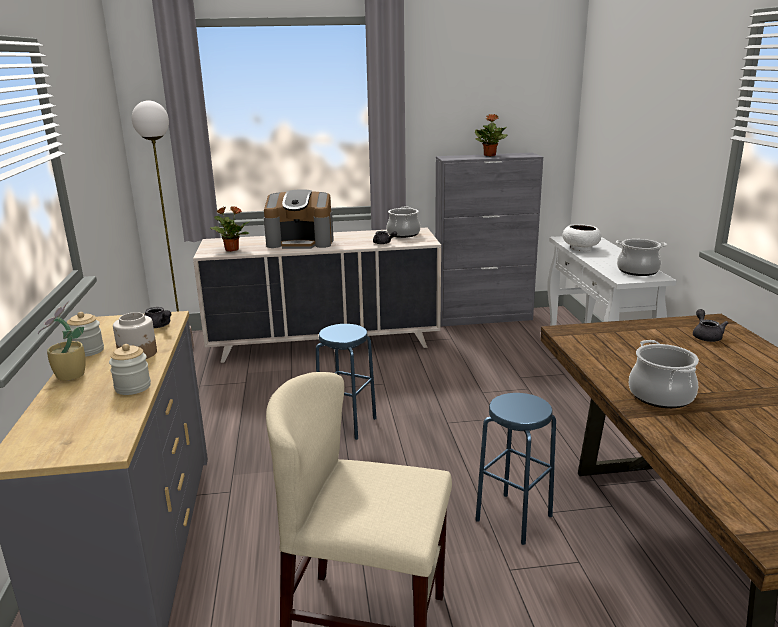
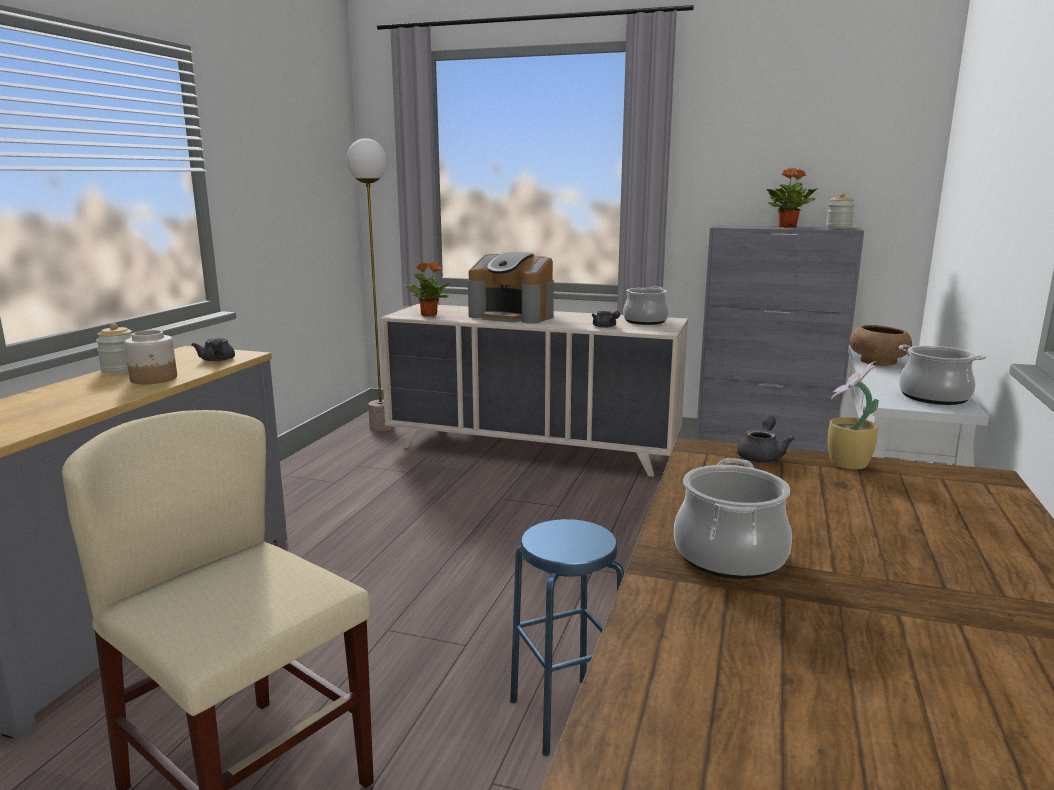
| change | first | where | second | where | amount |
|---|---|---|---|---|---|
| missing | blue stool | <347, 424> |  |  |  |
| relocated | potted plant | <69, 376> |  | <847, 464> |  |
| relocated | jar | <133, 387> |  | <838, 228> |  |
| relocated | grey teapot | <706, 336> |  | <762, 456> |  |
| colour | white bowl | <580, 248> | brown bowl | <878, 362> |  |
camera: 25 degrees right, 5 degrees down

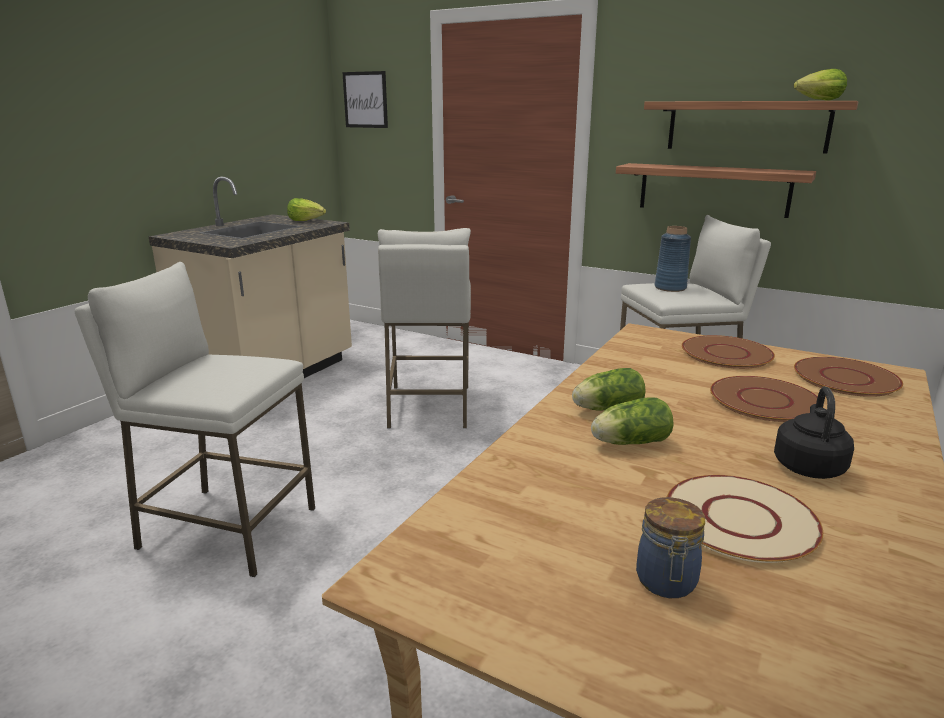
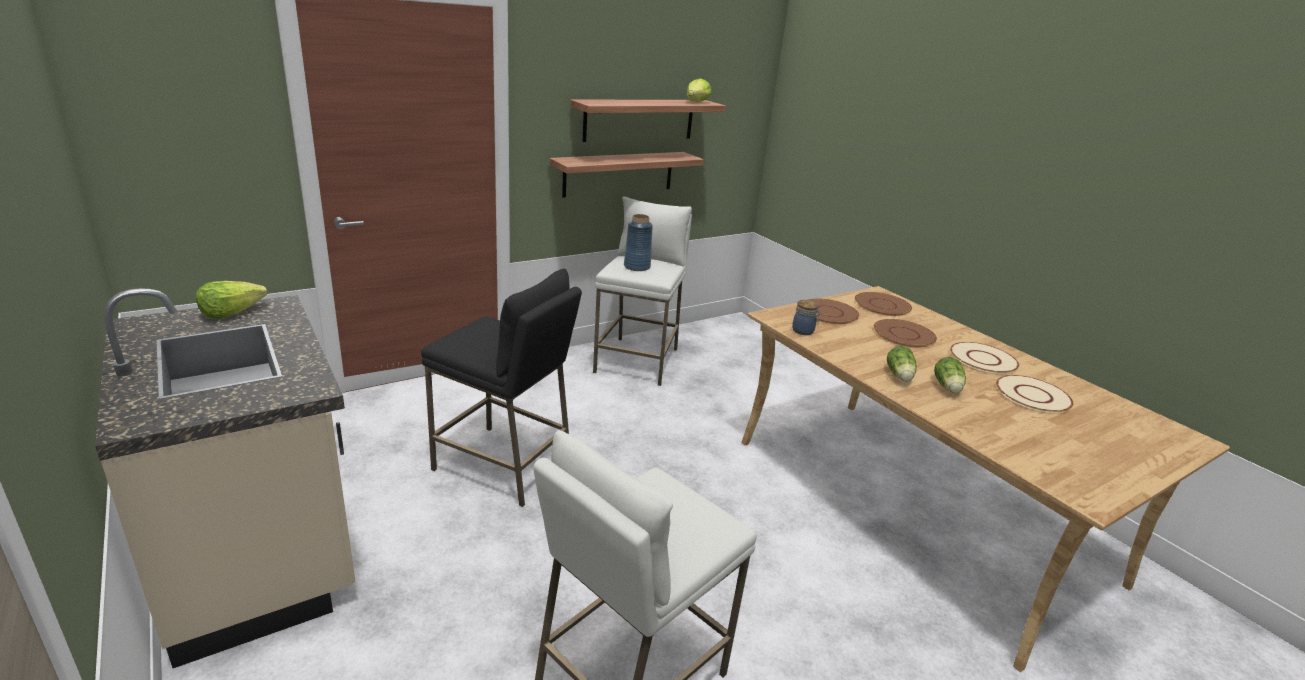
| change | first | where | second | where | amount |
|---|---|---|---|---|---|
| missing | picture | <365, 100> |  |  |  |
| relocated | jar | <666, 583> |  | <803, 331> |  |
| exchanged | black kettle | <808, 465> | beige plate | <982, 359> |  |
| colour | white stool | <429, 407> | black stool | <504, 465> |  |
camera: 65 degrees left, 5 degrees up

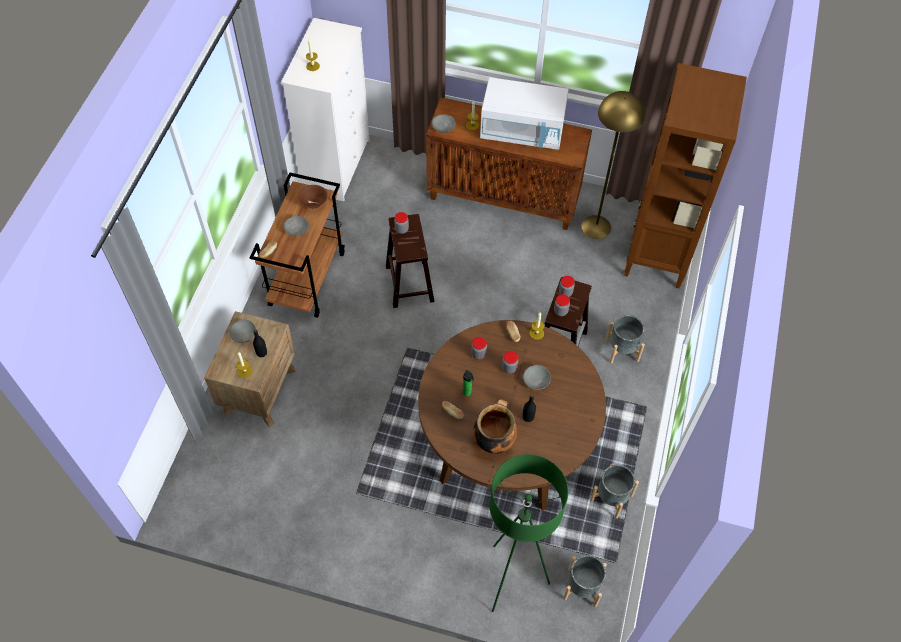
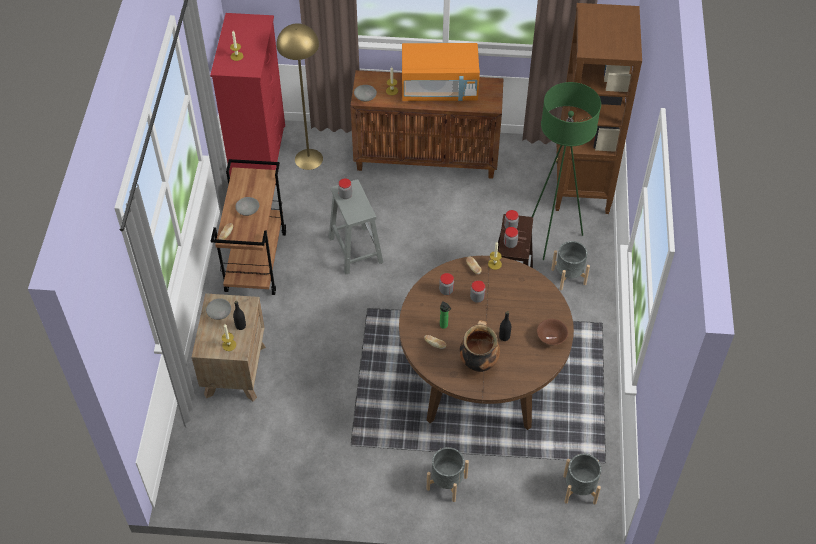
| change | first | where | second | where | amount |
|---|---|---|---|---|---|
| missing | grey bowl | <536, 380> |  |  |  |
| relocated | brown bowl | <313, 202> |  | <551, 338> |  |
| relocated | green floor lamp | <511, 579> |  | <552, 236> |  |
| relocated | yellow floor lamp | <596, 226> |  | <308, 159> |  |
| relocated | grey planter | <611, 498> |  | <447, 483> |  |
| colour | white dresser | <337, 165> | red dresser | <259, 153> |  |
| colour | brown stool | <409, 282> | grey stool | <355, 249> |  |
| colour | white microwave | <522, 131> | orange microwave | <439, 89> |  |
camera: 10 degrees left, 5 degrees down

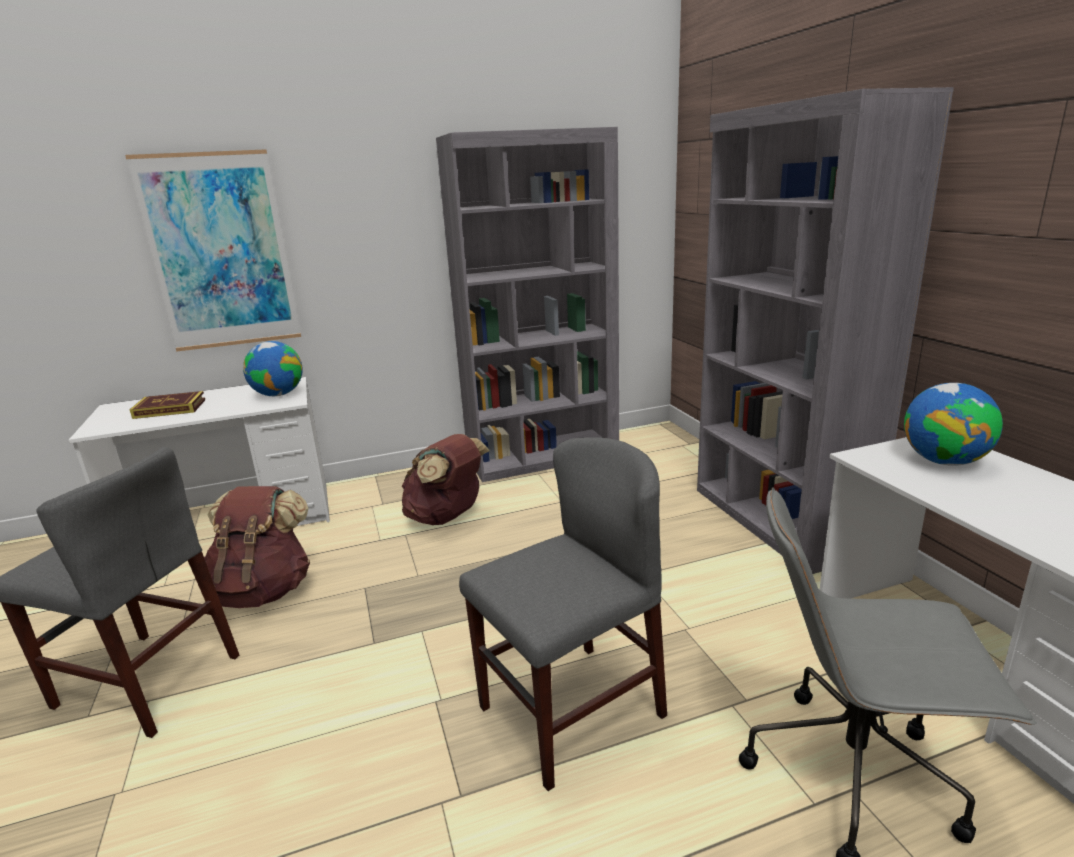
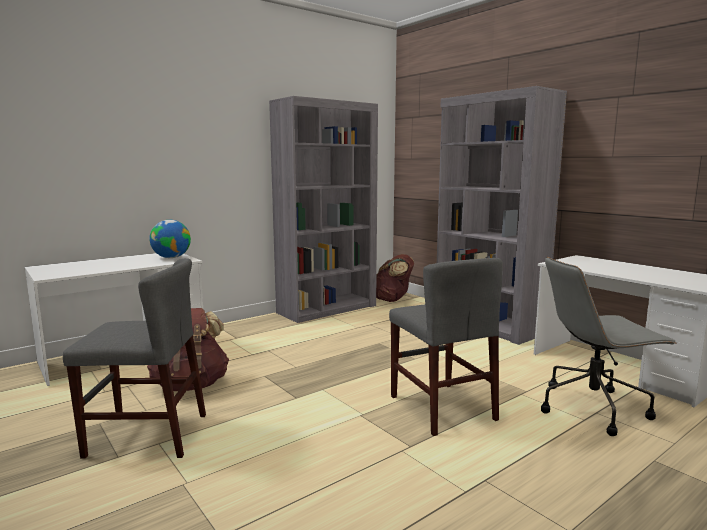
| change | first | where | second | where | amount |
|---|---|---|---|---|---|
| missing | picture | <220, 252> |  |  |  |
| missing | book | <170, 409> |  |  |  |
| missing | globe | <944, 461> |  |  |  |
| relocated | brown backpack | <447, 517> |  | <392, 300> |  |
| spun | grey chair | <571, 711> |  | <441, 407> | 120 degrees clockwise |
camera: 20 degrees left, 10 degrees down

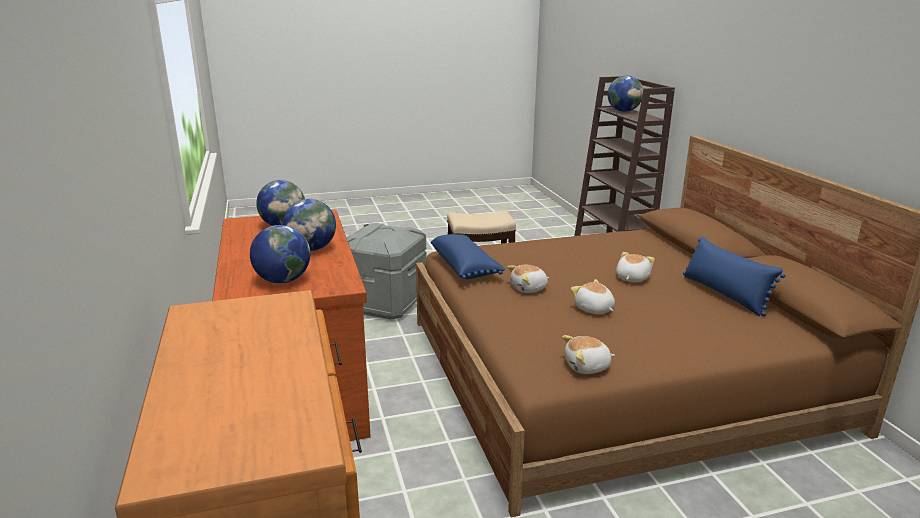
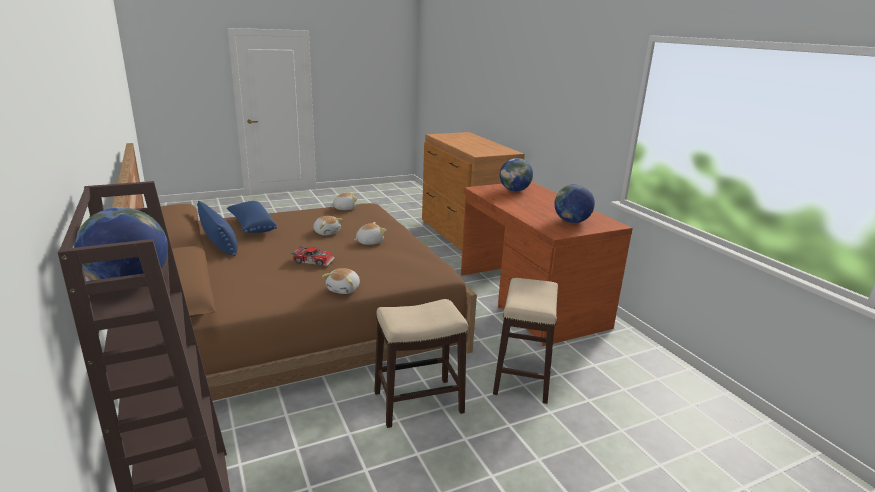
| change | first | where | second | where | amount |
|---|---|---|---|---|---|
| missing | globe | <311, 249> |  |  |  |
| appeared |  |  | toy car | <314, 260> |  |
| relocated | blue pillow | <465, 267> |  | <252, 226> |  |
| relocated | plush toy | <631, 278> |  | <344, 289> |  |
| exchanged | grey storage box | <384, 302> | stool | <522, 377> |  |
camera: 170 degrees right, 0 degrees up

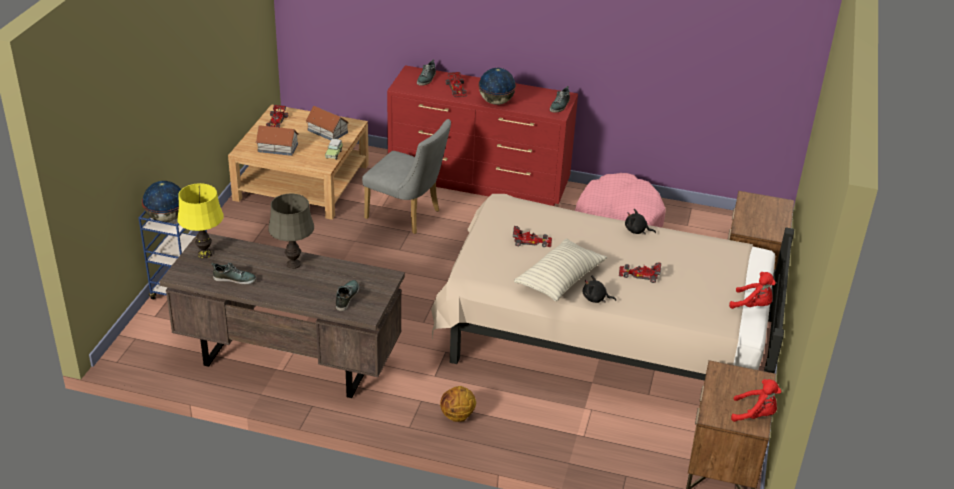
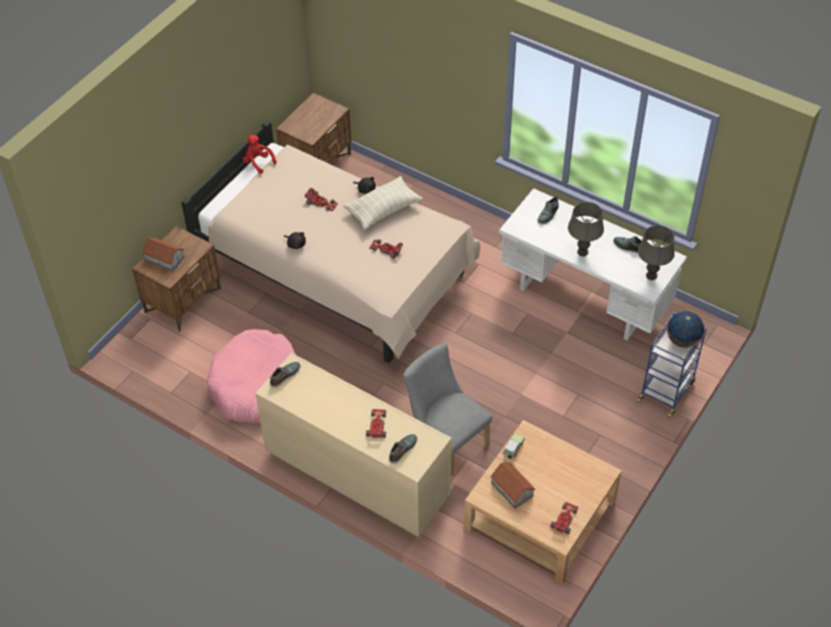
| change | first | where | second | where | amount |
|---|---|---|---|---|---|
| missing | basketball | <457, 416> |  |  |  |
| missing | globe | <496, 102> |  |  |  |
| missing | red plush toy | <755, 415> |  |  |  |
| relocated | toy house | <278, 148> |  | <164, 258> |  |
| colour | brown desk | <287, 361> | white desk | <585, 298> |  |
| colour | yellow table lamp | <204, 254> | grey table lamp | <651, 276> |  |
| colour | red dresser | <479, 182> | beige dresser | <356, 475> |  |
camera: 160 degrees left, 15 degrees up

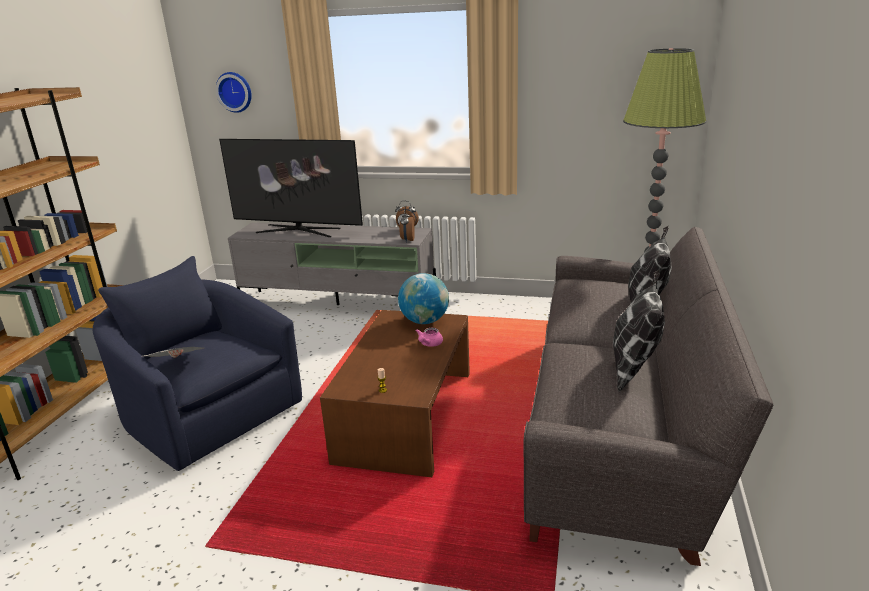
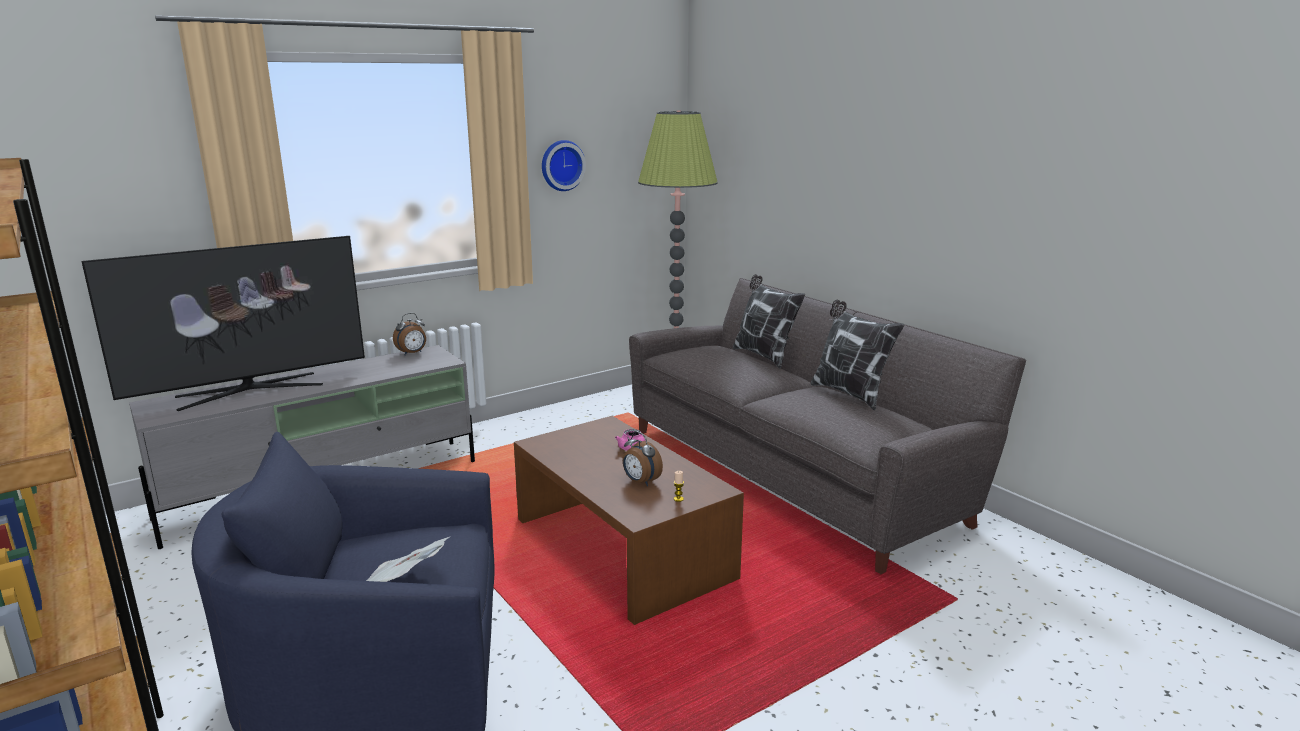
| change | first | where | second | where | amount |
|---|---|---|---|---|---|
| missing | globe | <425, 321> |  |  |  |
| relocated | wall clock | <235, 92> |  | <561, 165> |  |
| relocated | alarm clock | <407, 240> |  | <640, 482> |  |
camera: 50 degrees left, 5 degrees down

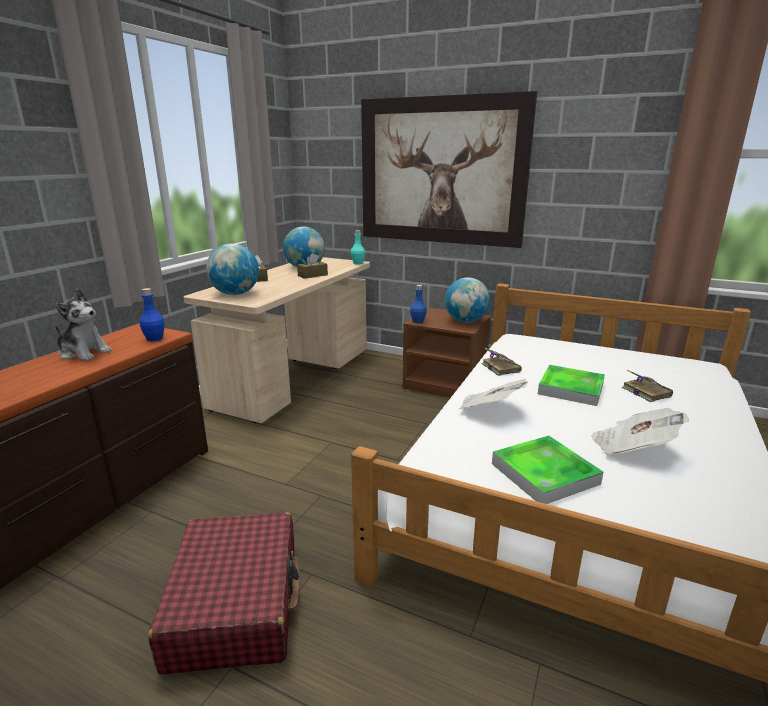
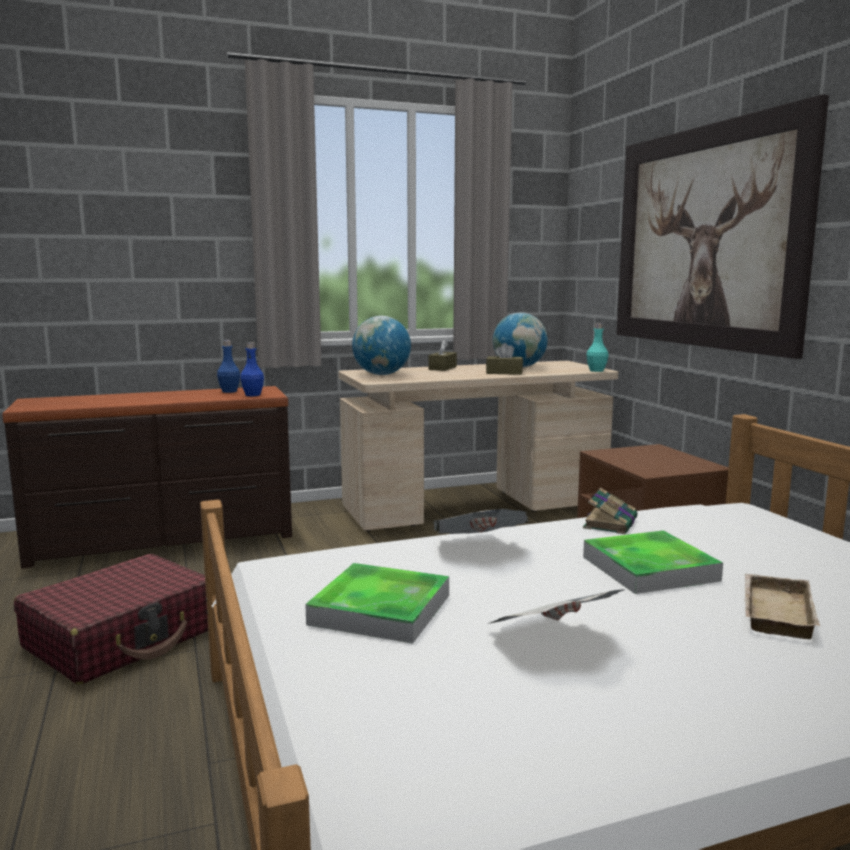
| change | first | where | second | where | amount |
|---|---|---|---|---|---|
| missing | plush toy | <84, 352> |  |  |  |
| missing | globe | <466, 321> |  |  |  |
| relocated | blue bottle | <418, 321> |  | <229, 391> |  |
| exchanged | book | <645, 392> | beige tray | <773, 611> |  |
camera: 45 degrees right, 10 degrees down

